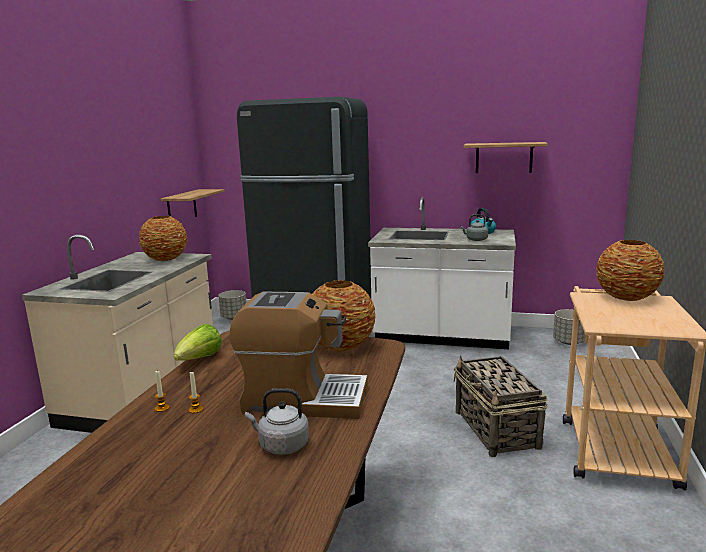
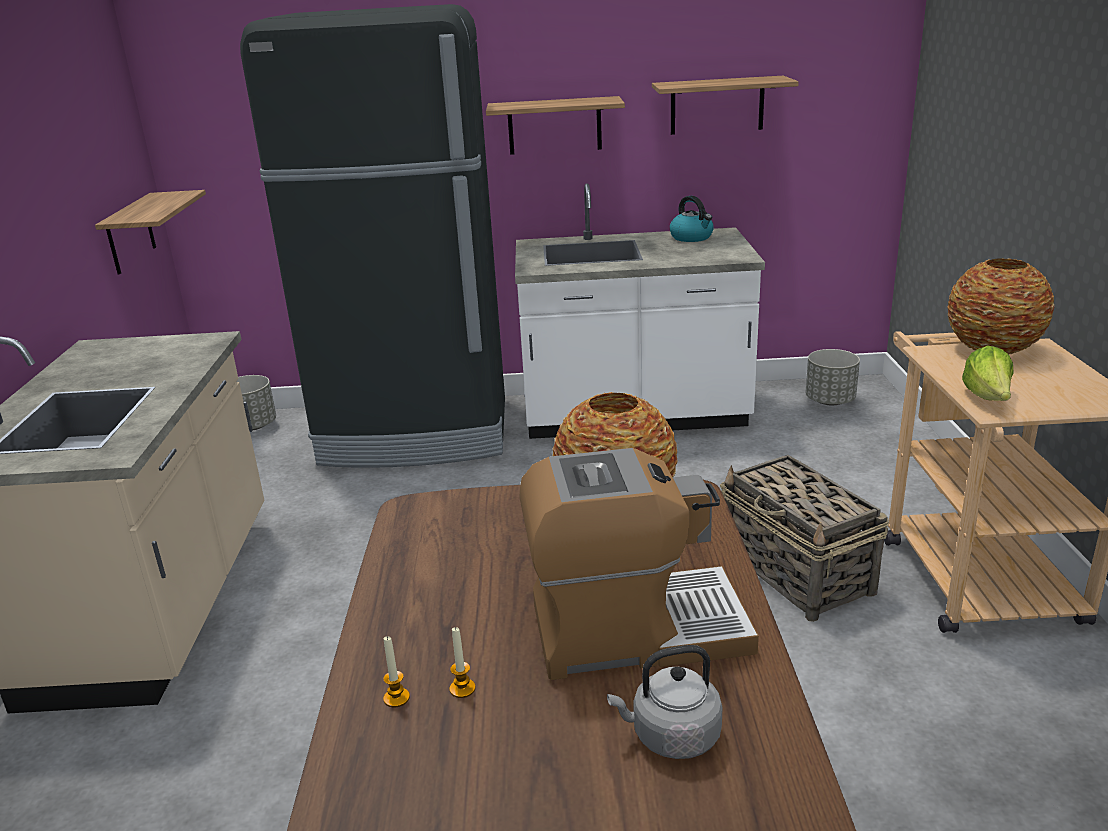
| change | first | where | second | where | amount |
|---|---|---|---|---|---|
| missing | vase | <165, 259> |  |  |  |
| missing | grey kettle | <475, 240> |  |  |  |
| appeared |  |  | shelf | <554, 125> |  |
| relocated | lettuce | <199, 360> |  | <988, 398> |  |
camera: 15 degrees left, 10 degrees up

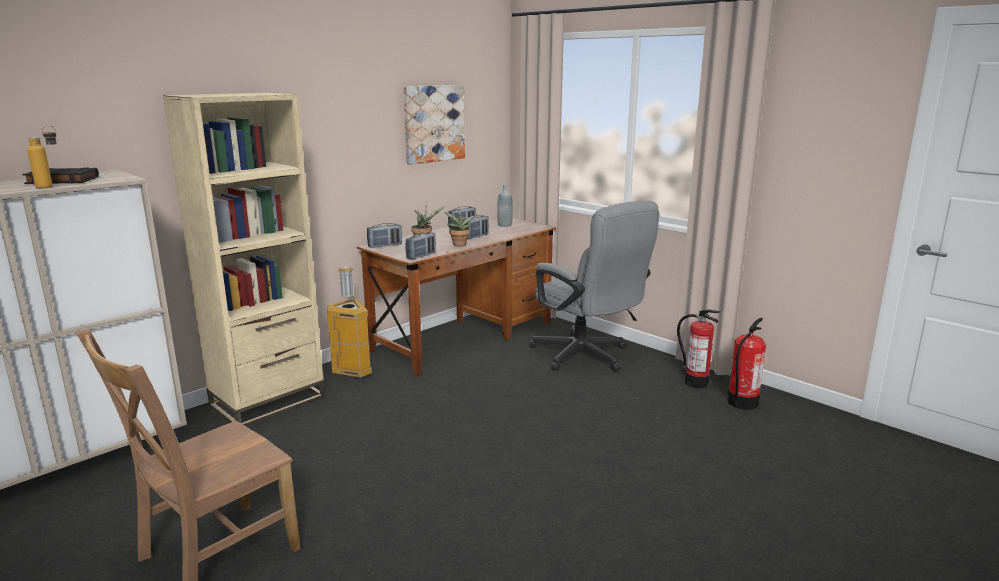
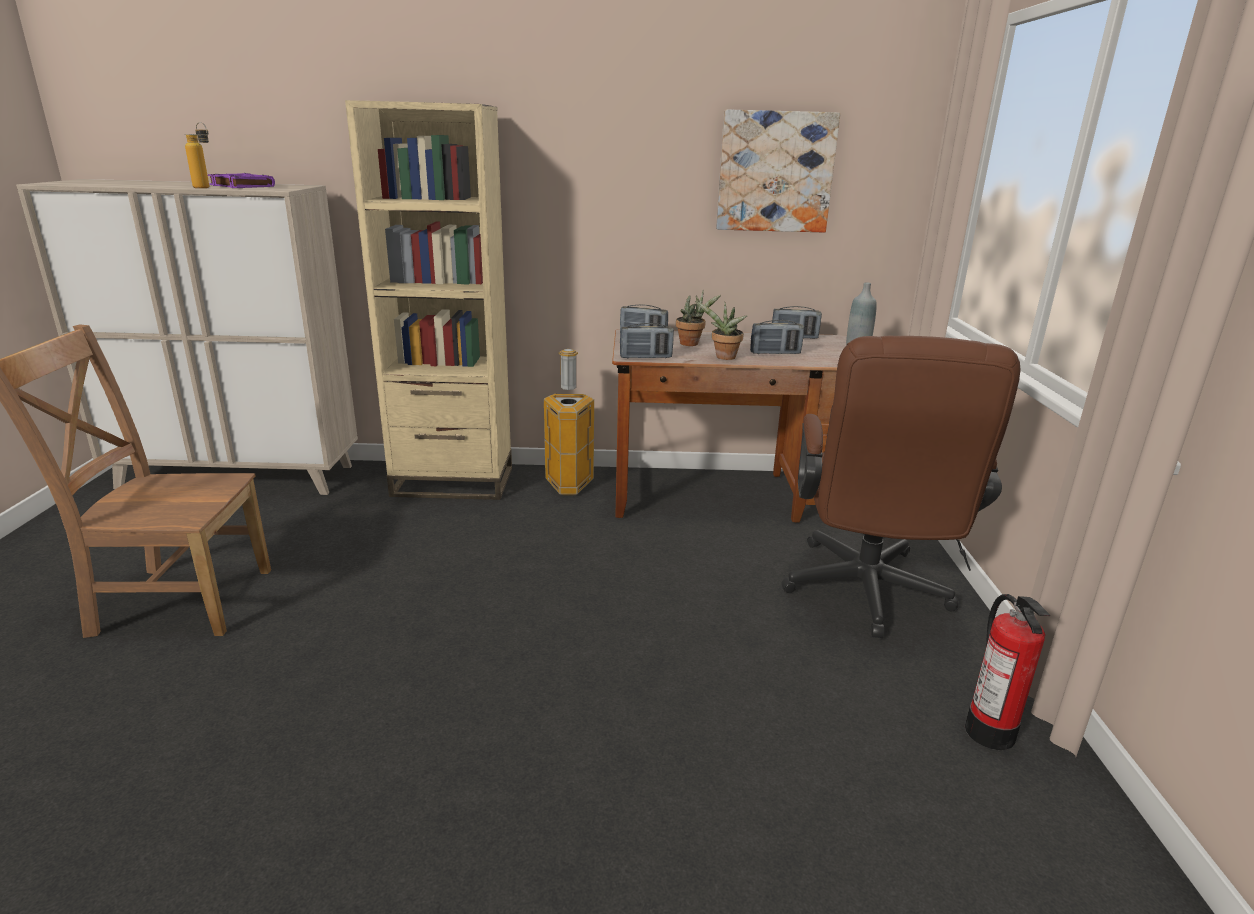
| change | first | where | second | where | amount |
|---|---|---|---|---|---|
| missing | fire extinguisher | <742, 402> |  |  |  |
| colour | black book | <62, 181> | purple book | <241, 186> |  |
| colour | grey office chair | <587, 357> | brown office chair | <866, 596> |  |
camera: 45 degrees right, 5 degrees up

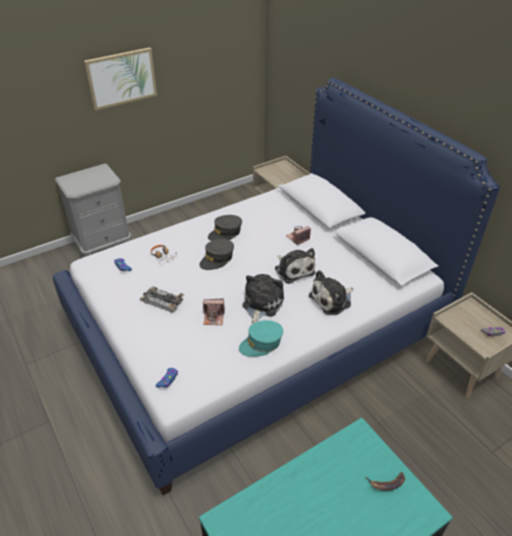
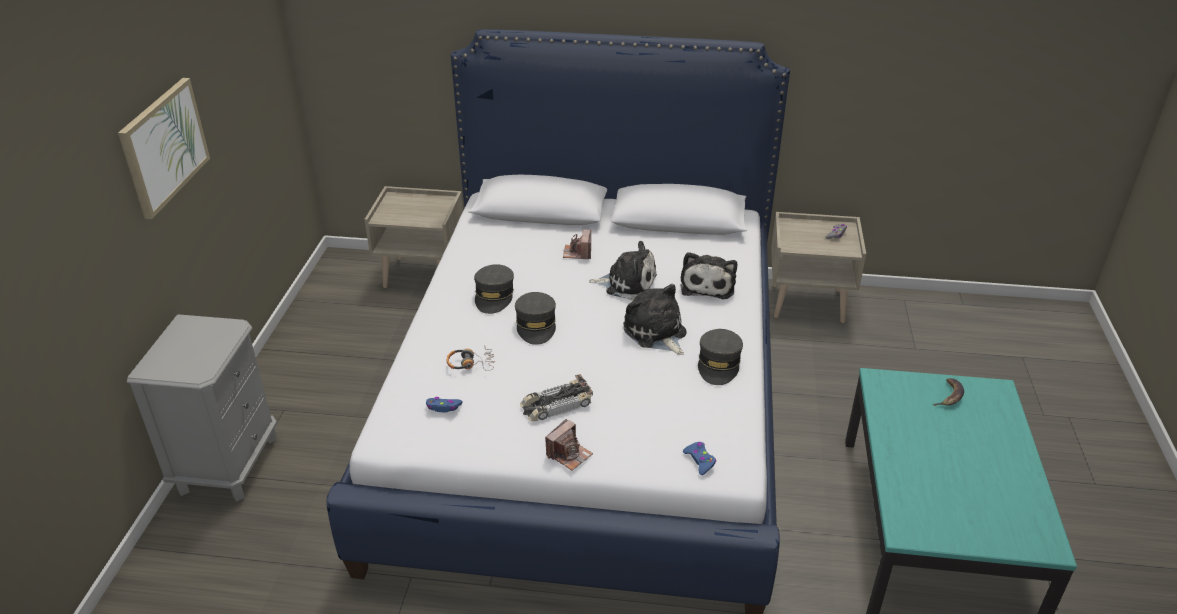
| change | first | where | second | where | amount |
|---|---|---|---|---|---|
| relocated | photo camera | <214, 317> |  | <569, 454> |  |
| colour | turquoise cap | <261, 344> | grey cap | <719, 364> |  |
camera: 50 degrees left, 5 degrees down

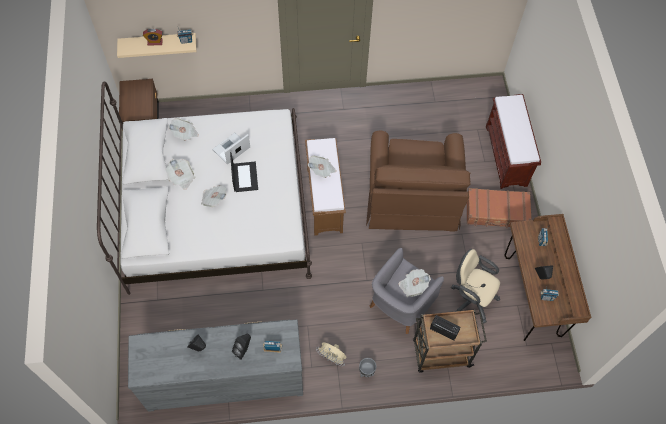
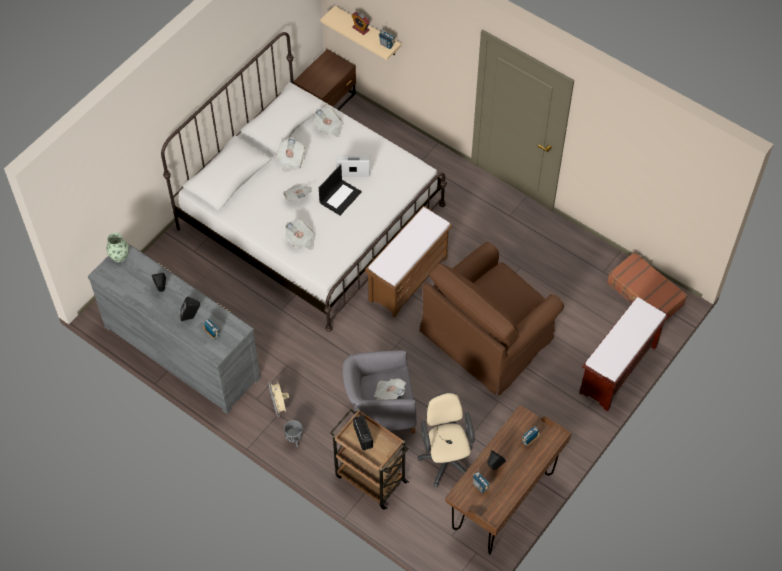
| change | first | where | second | where | amount |
|---|---|---|---|---|---|
| appeared |  |  | vase | <119, 255> |  |
| relocated | newspaper | <322, 170> |  | <301, 240> |  |
| relocated | brown suitcase | <497, 212> |  | <645, 294> |  |
camera: 45 degrees right, 5 degrees down

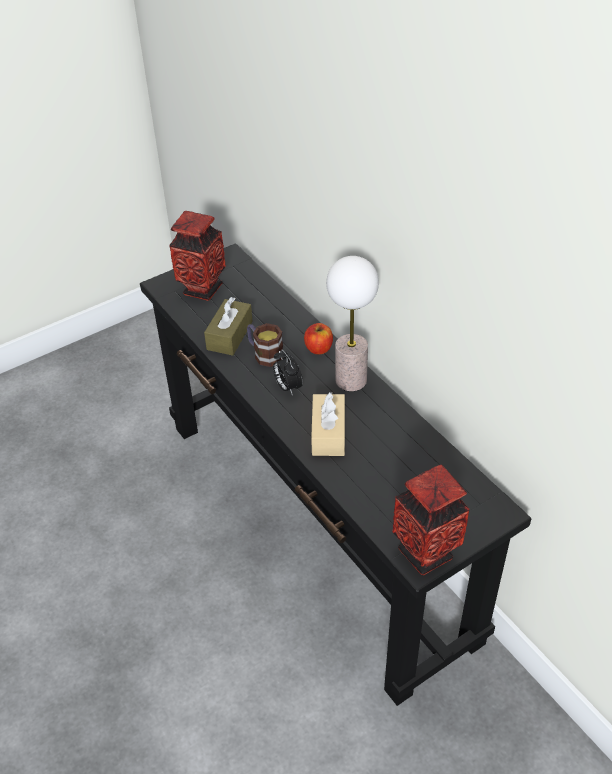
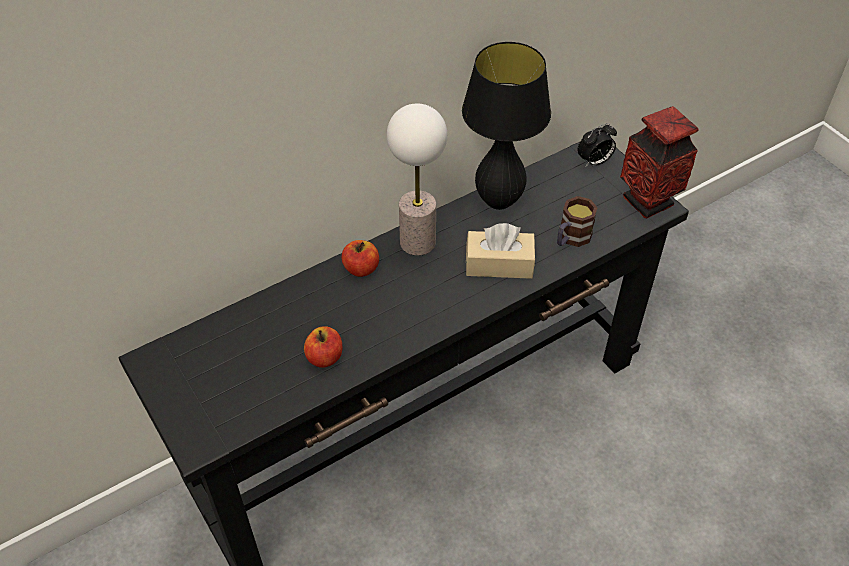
| change | first | where | second | where | amount |
|---|---|---|---|---|---|
| missing | vase | <202, 289> |  |  |  |
| appeared |  |  | black table lamp | <498, 201> |  |
| relocated | mug | <264, 354> |  | <571, 238> |  |
| relocated | alarm clock | <287, 387> |  | <594, 162> |  |
| exchanged | brown tissue box | <229, 335> | apple | <325, 357> |  |
camera: 90 degrees left, 5 degrees up

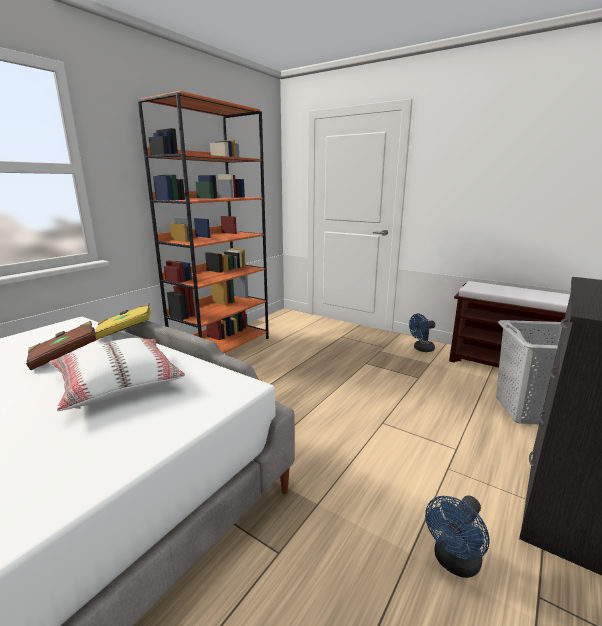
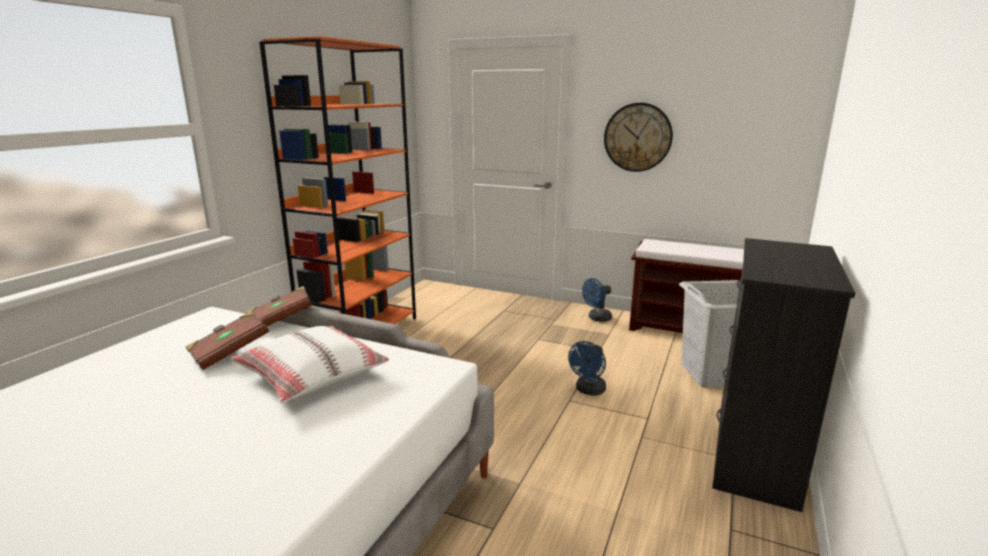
| change | first | where | second | where | amount |
|---|---|---|---|---|---|
| appeared |  |  | wall clock | <637, 137> |  |
| relocated | blue fan | <454, 562> |  | <588, 391> |  |
| colour | yellow book | <125, 331> | brown book | <280, 321> |  |
camera: 10 degrees left, 0 degrees up

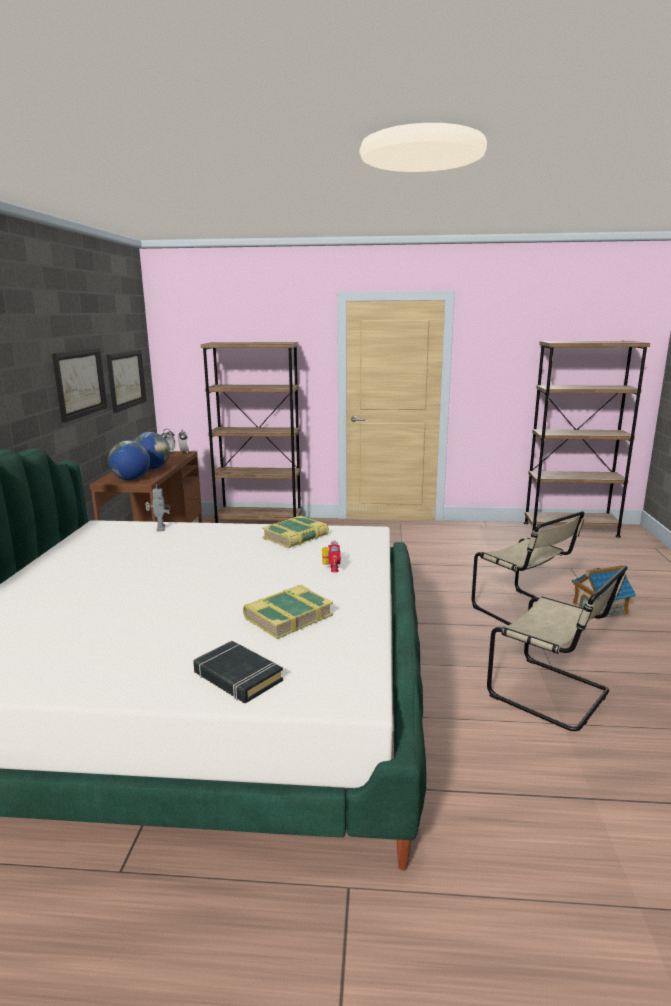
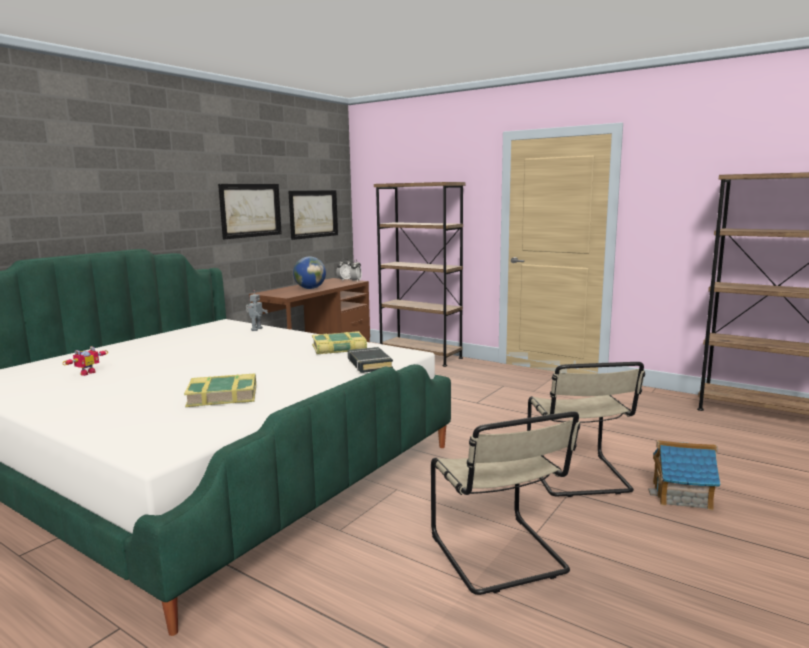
| change | first | where | second | where | amount |
|---|---|---|---|---|---|
| missing | globe | <131, 479> |  |  |  |
| relocated | black book | <237, 677> |  | <369, 364> |  |
| relocated | toy robot | <331, 569> |  | <86, 373> |  |
camera: 30 degrees right, 5 degrees down

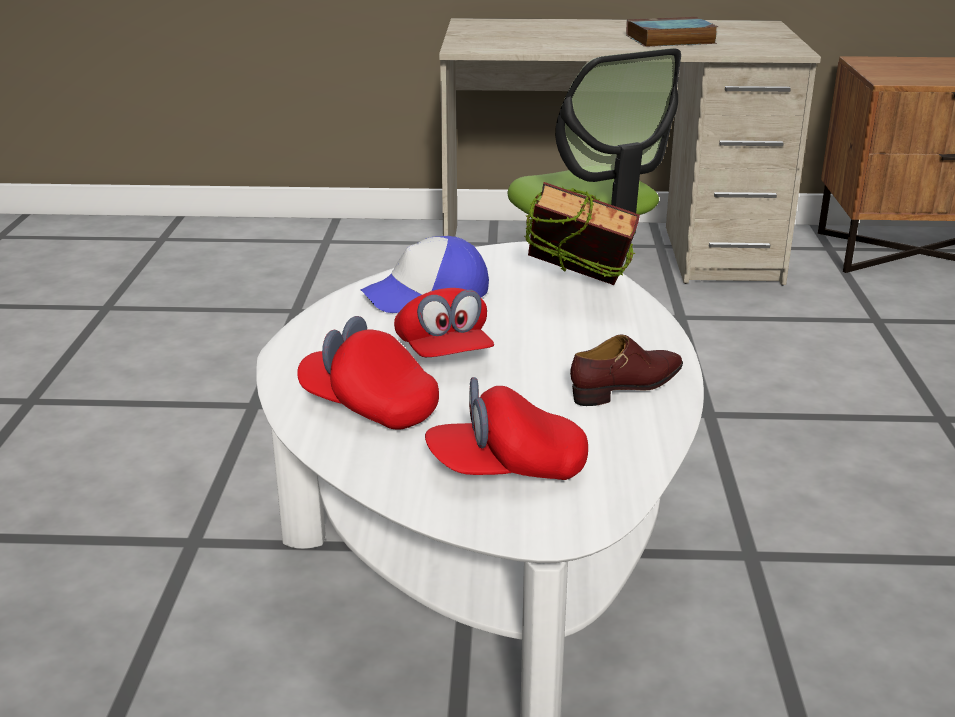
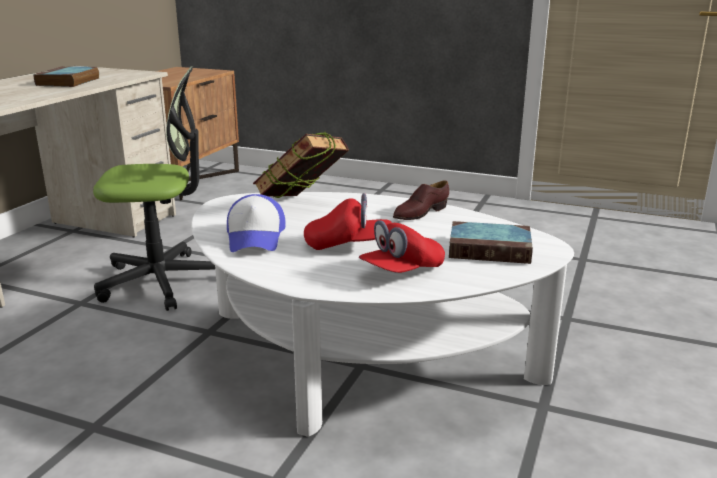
| change | first | where | second | where | amount |
|---|---|---|---|---|---|
| exchanged | red cap | <507, 469> | book | <491, 249> |  |
| spun | brown shoe | <628, 386> |  | <420, 213> | 120 degrees counterclockwise |
camera: 70 degrees left, 5 degrees down

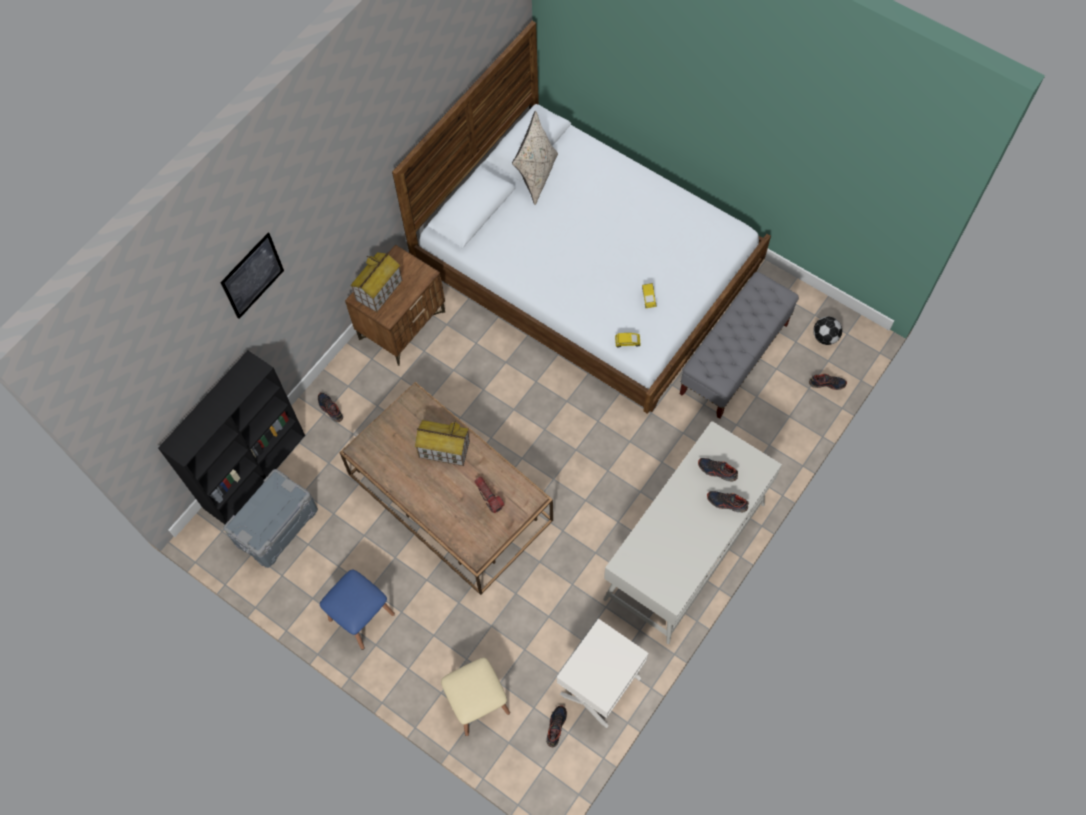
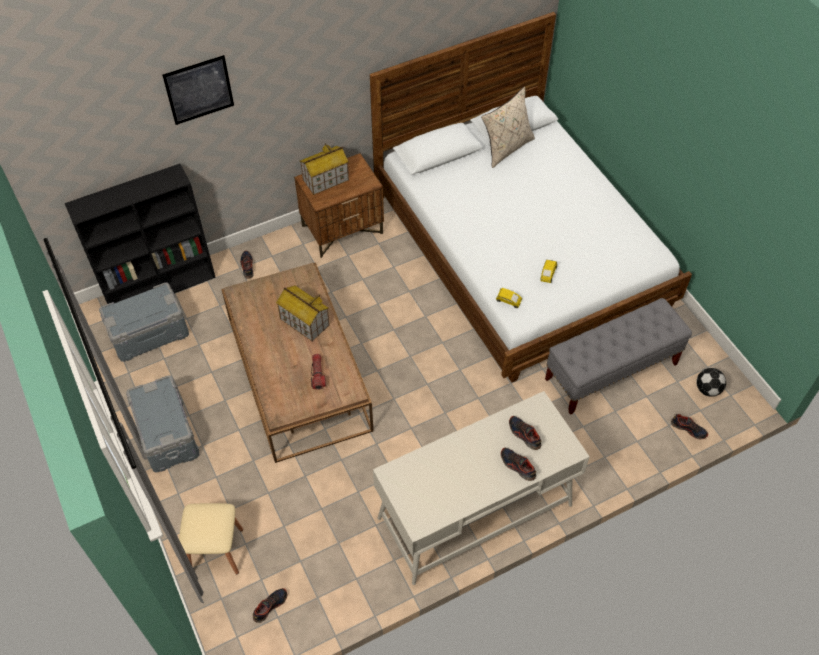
| change | first | where | second | where | amount |
|---|---|---|---|---|---|
| missing | white nightstand | <601, 686> |  |  |  |
| exchanged | blue stool | <361, 617> | grey storage box | <168, 434> |  |
camera: 25 degrees right, 10 degrees down

